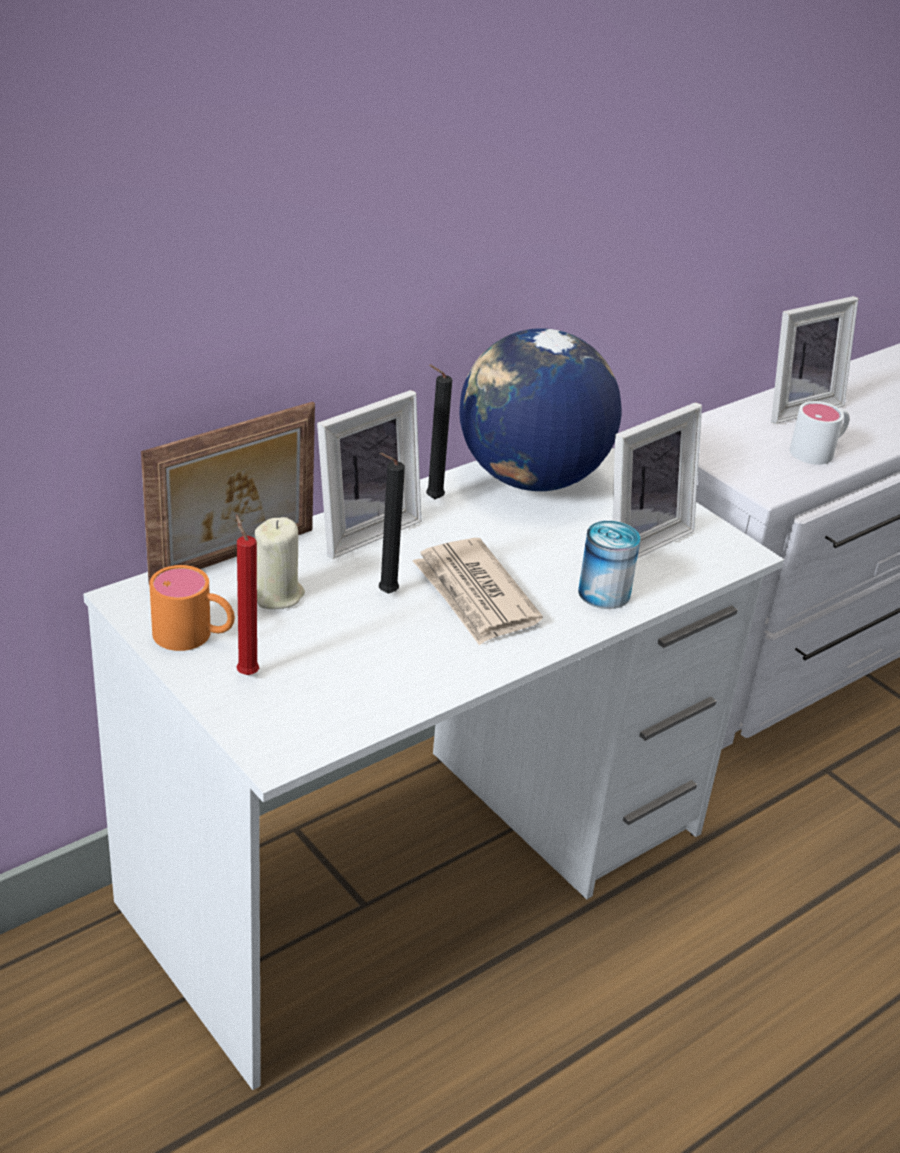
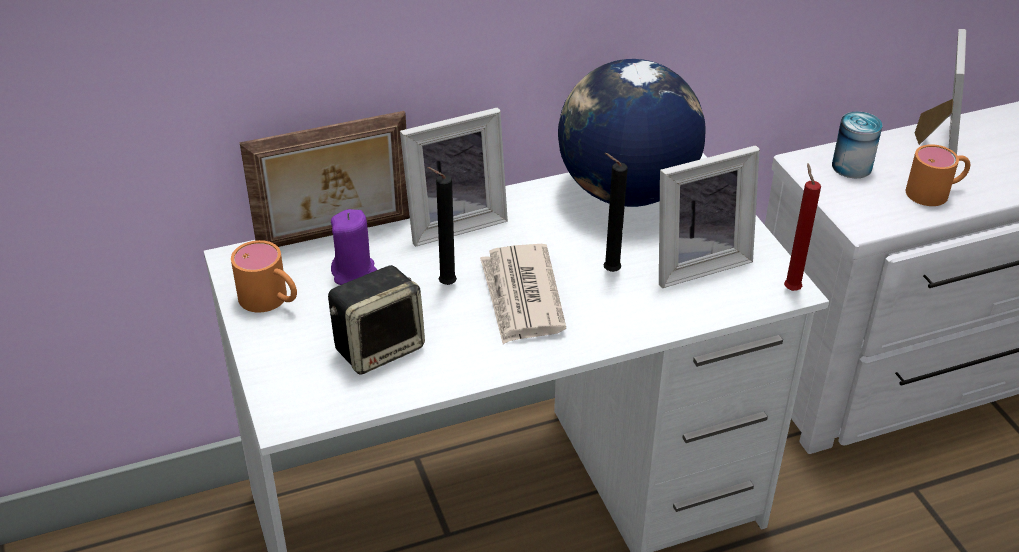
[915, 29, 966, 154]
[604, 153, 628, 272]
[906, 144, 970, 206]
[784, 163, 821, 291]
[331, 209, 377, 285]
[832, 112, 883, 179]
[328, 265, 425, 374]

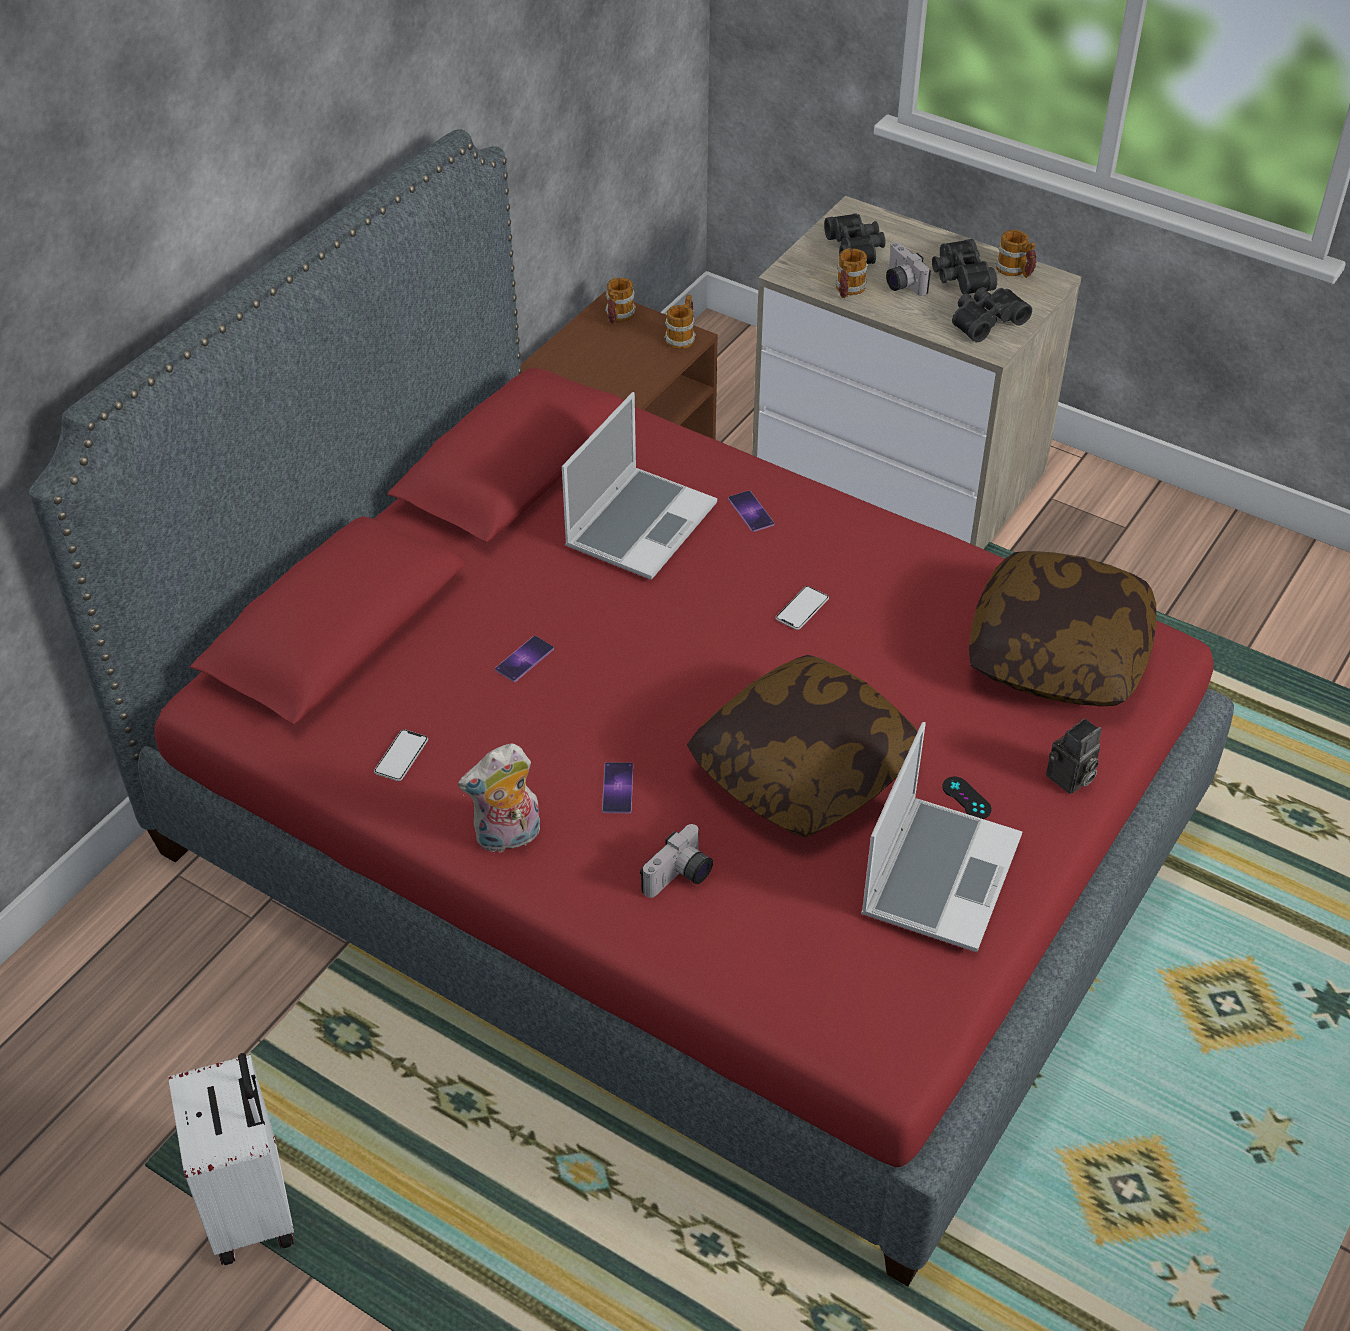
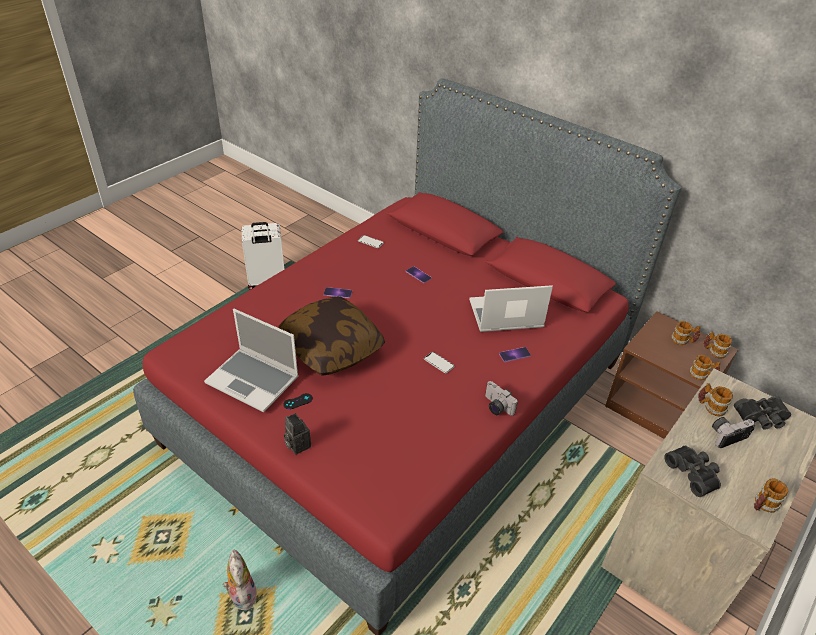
[932, 239, 997, 294] (first image)
[469, 285, 553, 332]
[969, 551, 1156, 706] (first image)
[223, 550, 256, 610]
[485, 381, 518, 416]
[671, 321, 701, 345]

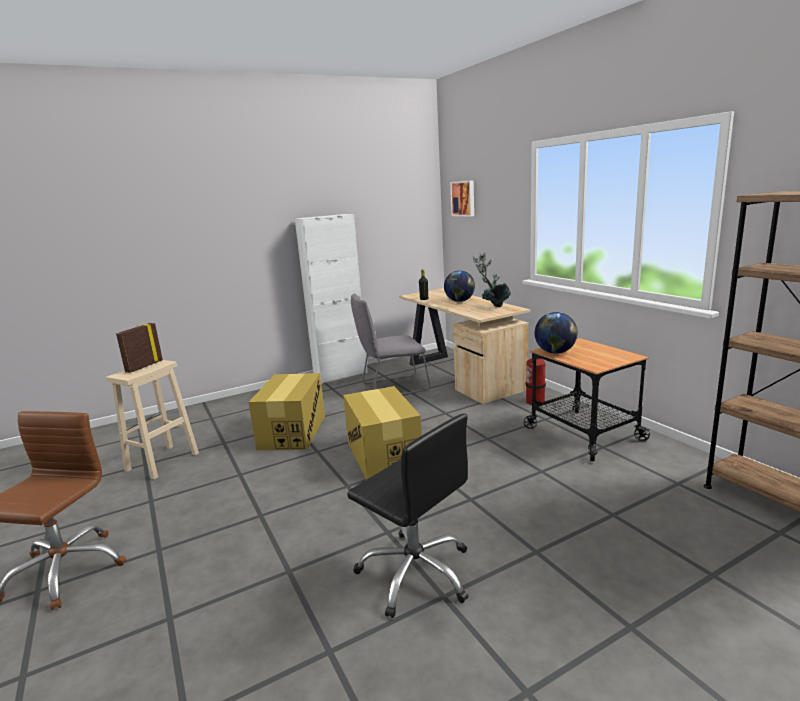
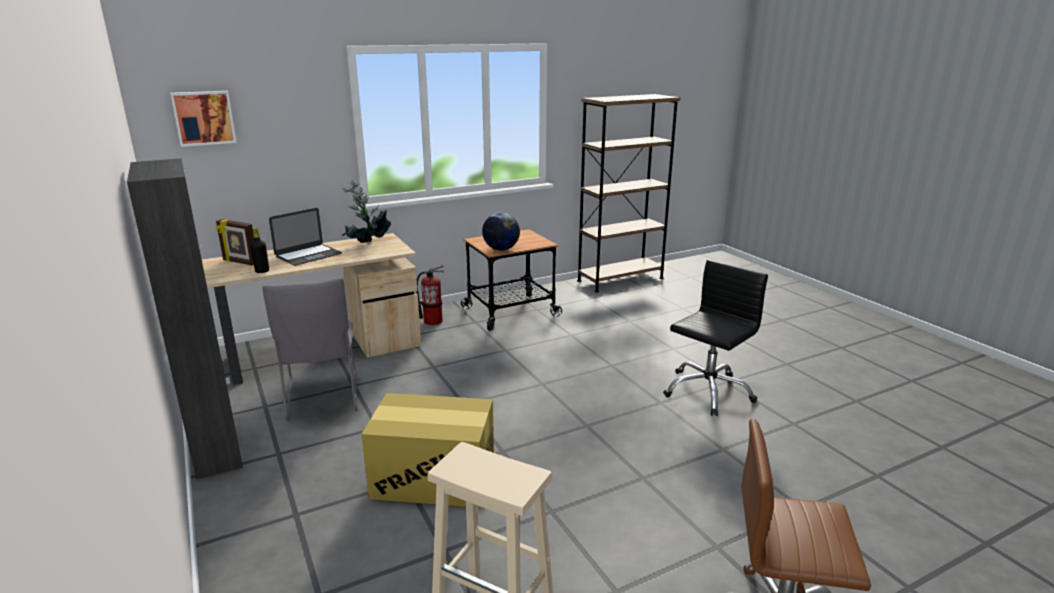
[127, 158, 243, 480]
[269, 208, 342, 266]
[216, 219, 254, 266]
[343, 386, 422, 480] (first image)

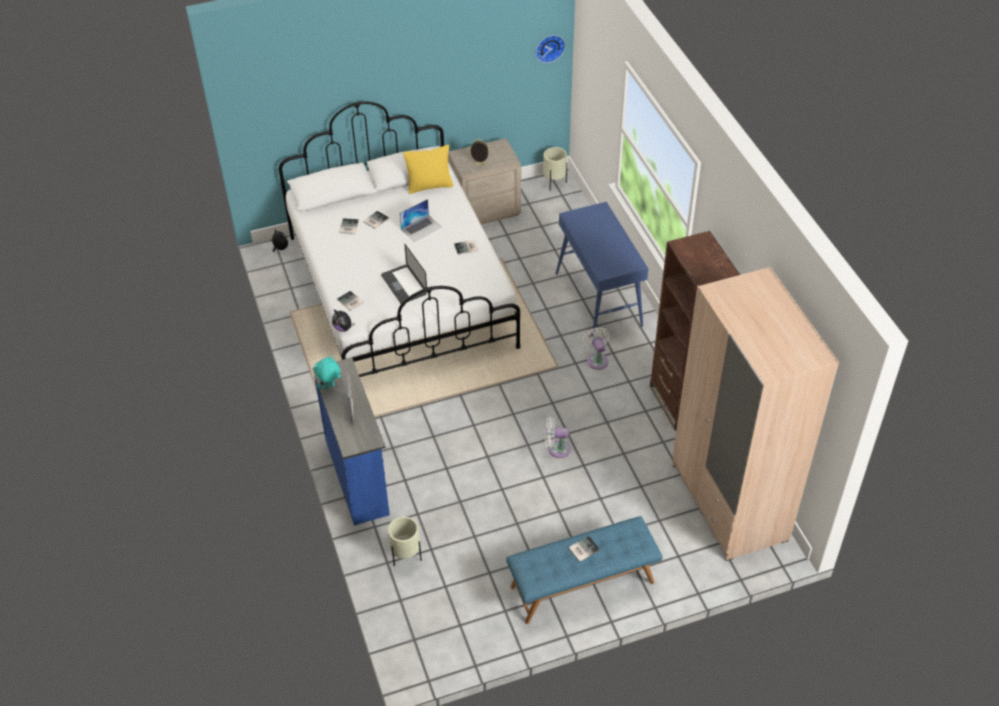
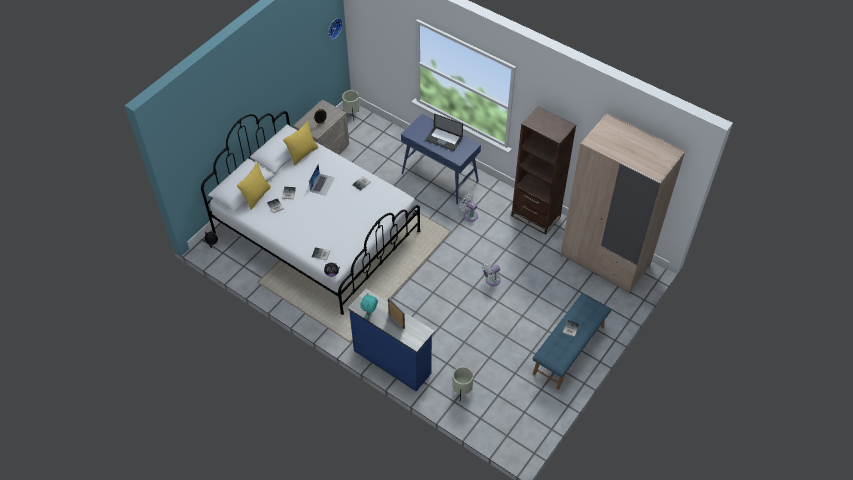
[426, 114, 463, 151]
[237, 162, 271, 210]

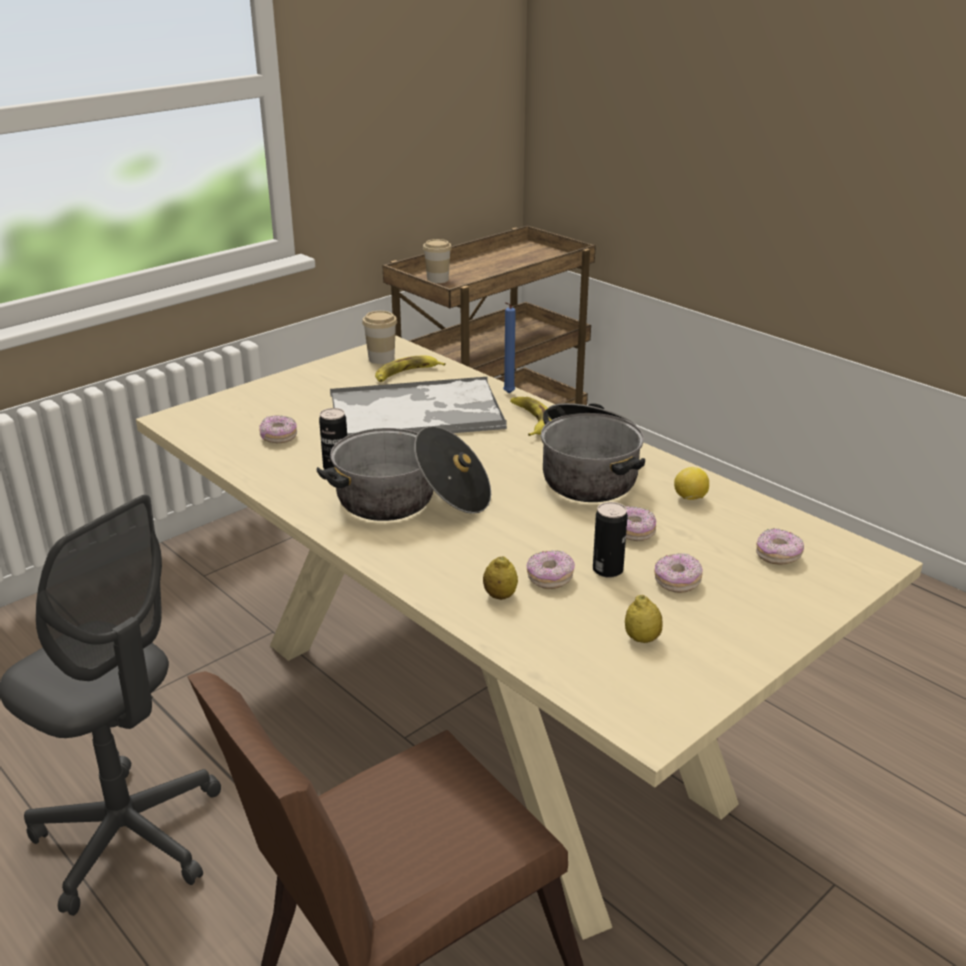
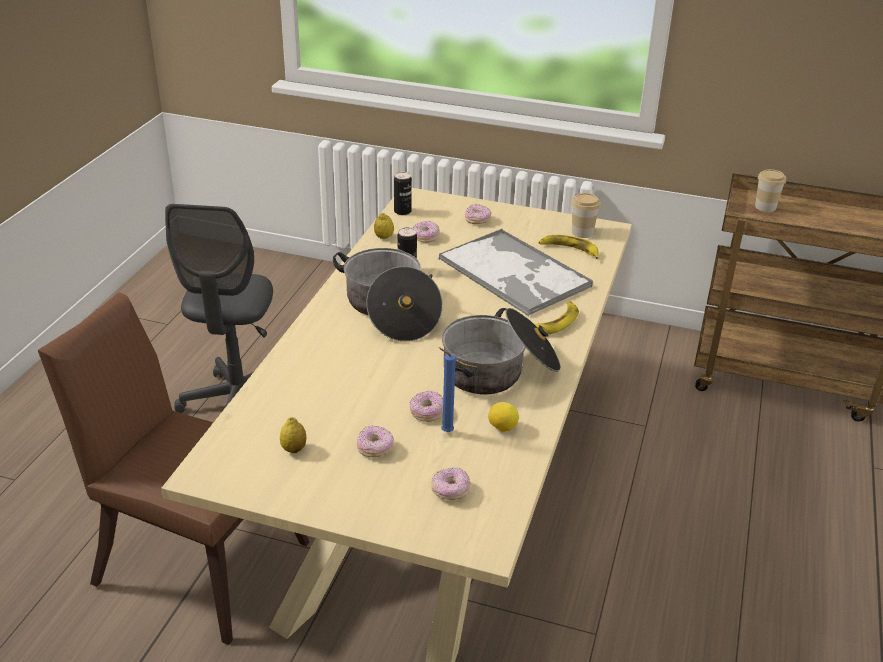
[439, 348, 456, 432]
[394, 172, 412, 215]
[465, 204, 491, 224]
[374, 213, 394, 239]

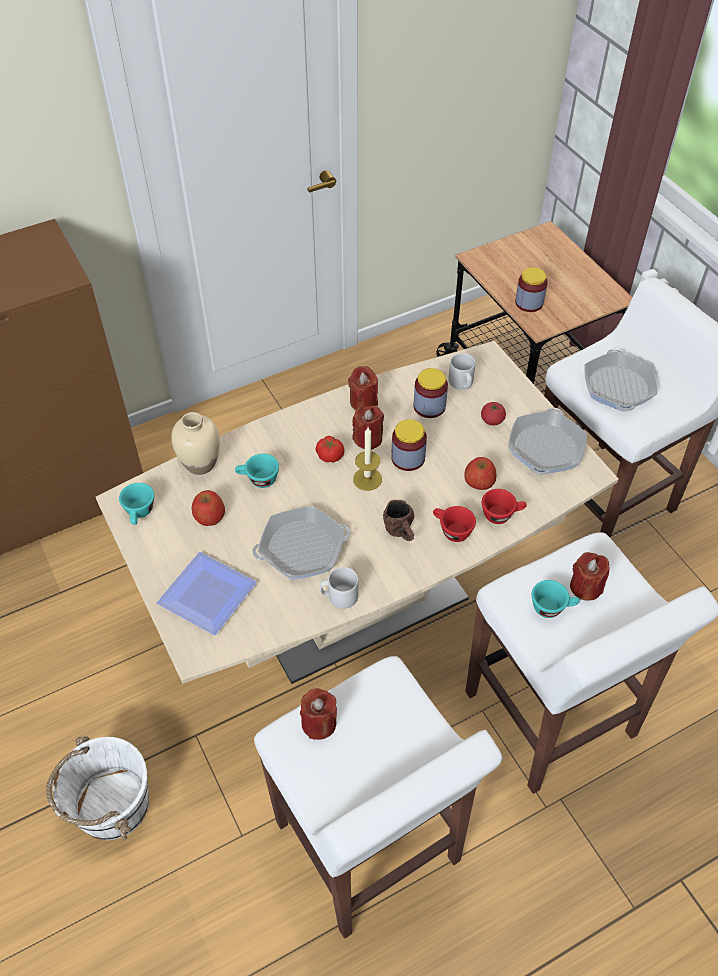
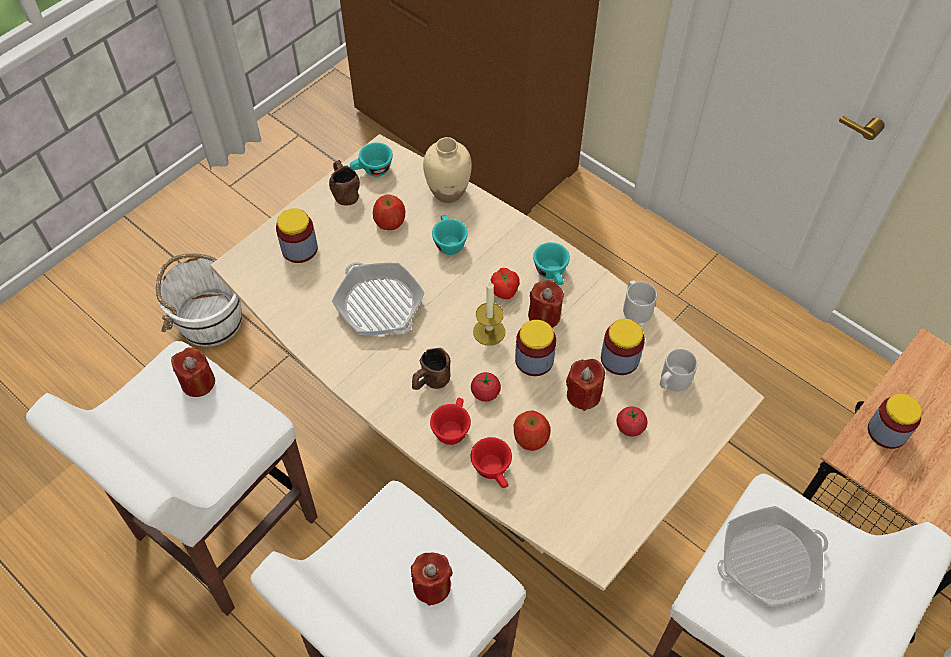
[566, 359, 605, 411]
[508, 408, 587, 475] (first image)
[276, 208, 318, 263]
[623, 281, 657, 323]
[533, 242, 570, 285]
[329, 160, 360, 206]
[471, 372, 501, 401]

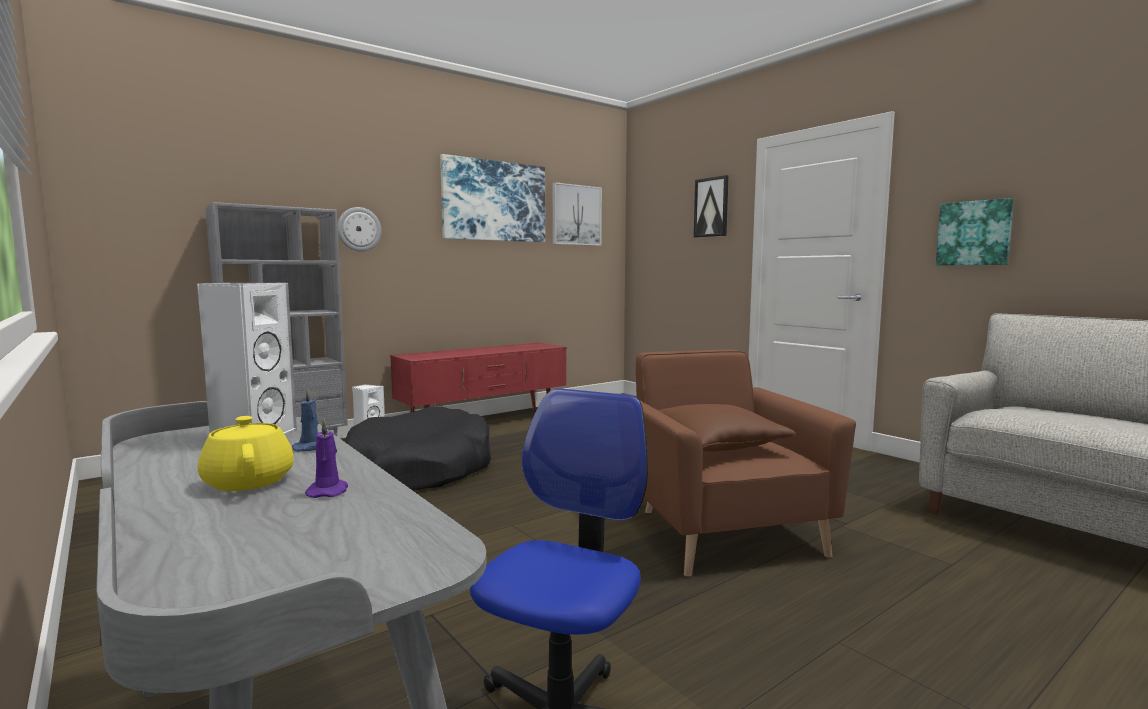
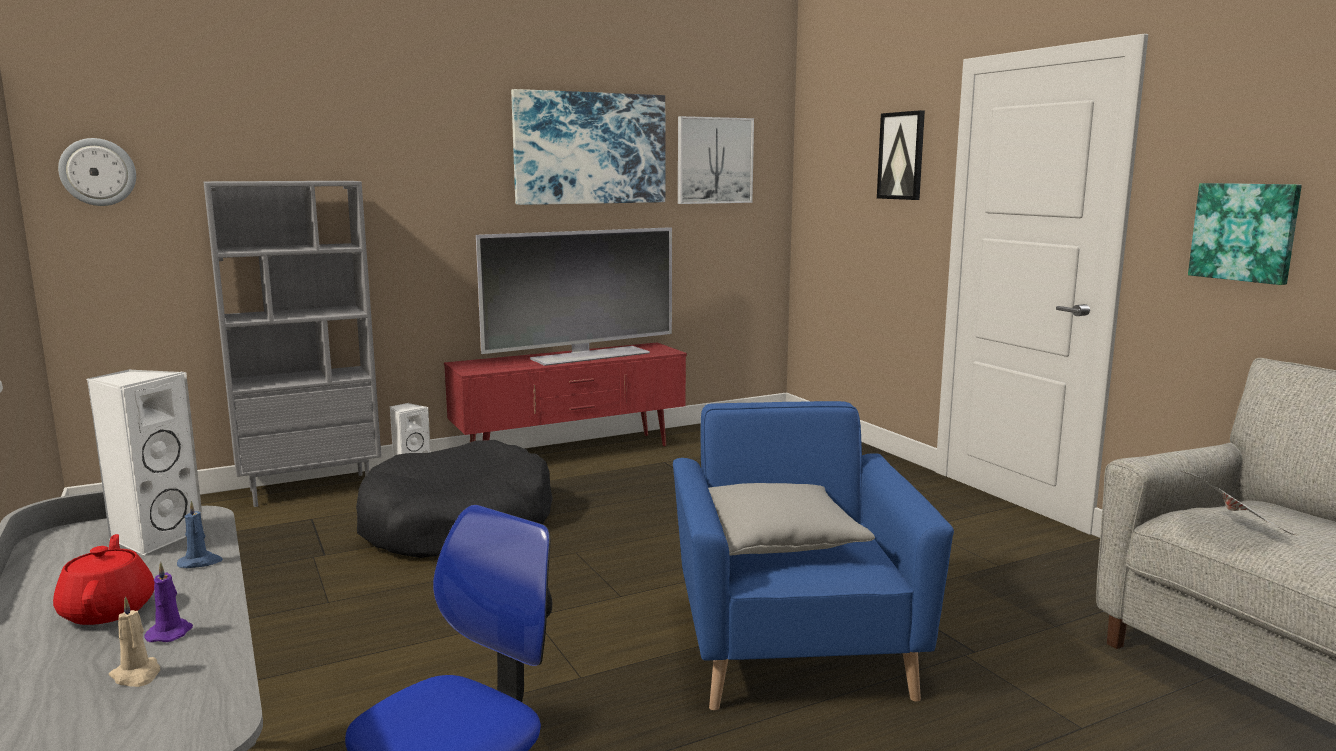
[58, 138, 136, 206]
[673, 401, 954, 710]
[708, 483, 875, 556]
[53, 534, 155, 625]
[476, 227, 672, 366]
[1181, 471, 1299, 536]
[109, 597, 160, 687]

